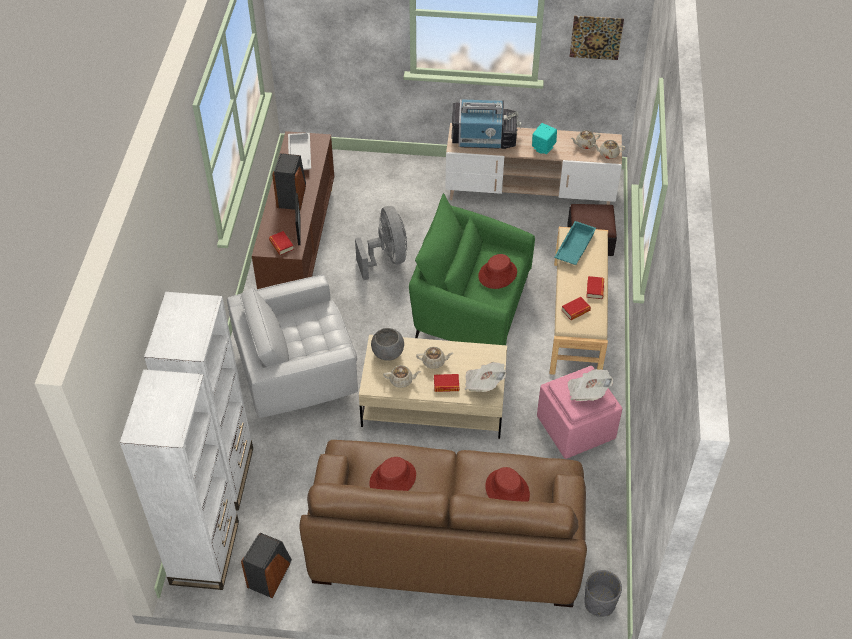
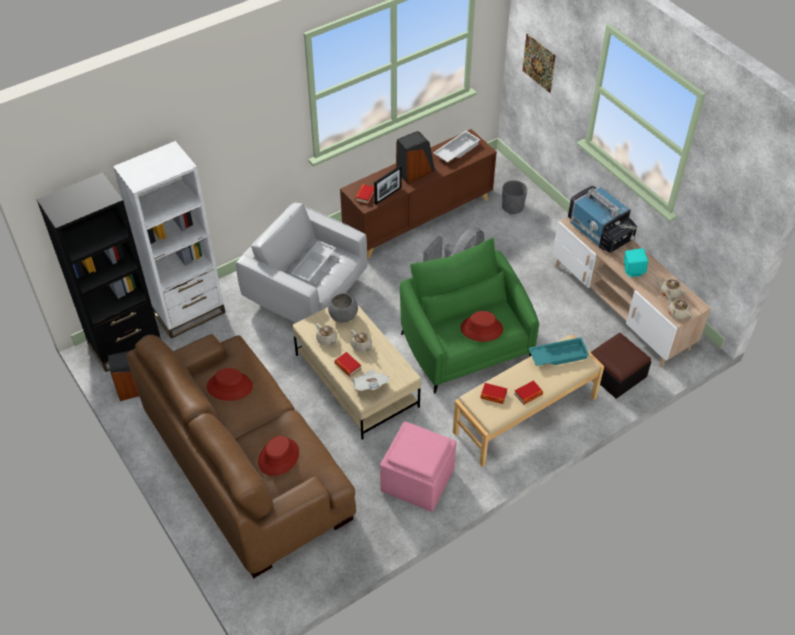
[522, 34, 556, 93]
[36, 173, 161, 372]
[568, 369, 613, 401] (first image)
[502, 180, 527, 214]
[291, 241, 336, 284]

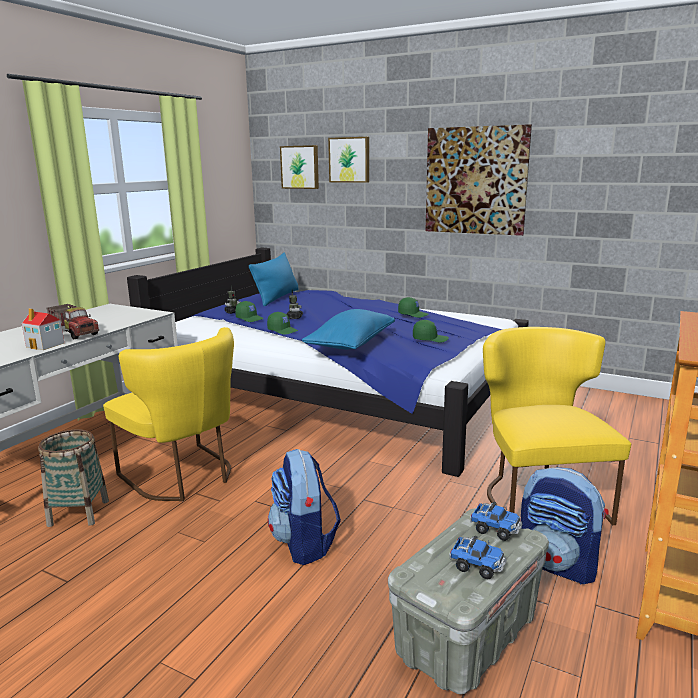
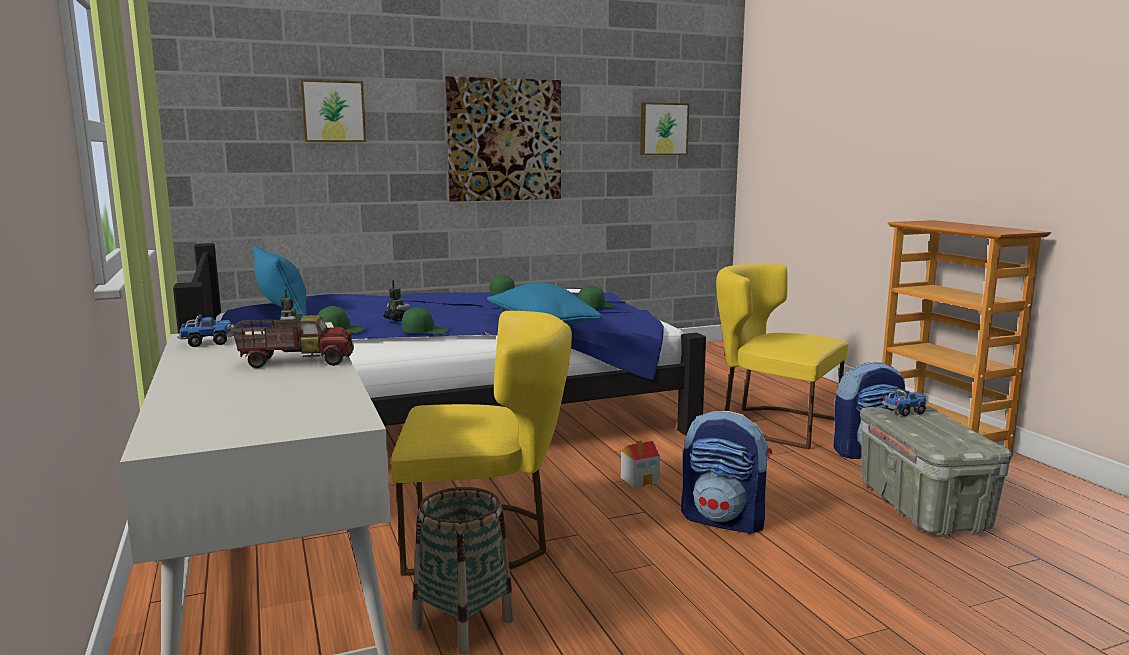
[640, 102, 689, 155]
[620, 440, 660, 488]
[177, 314, 234, 347]

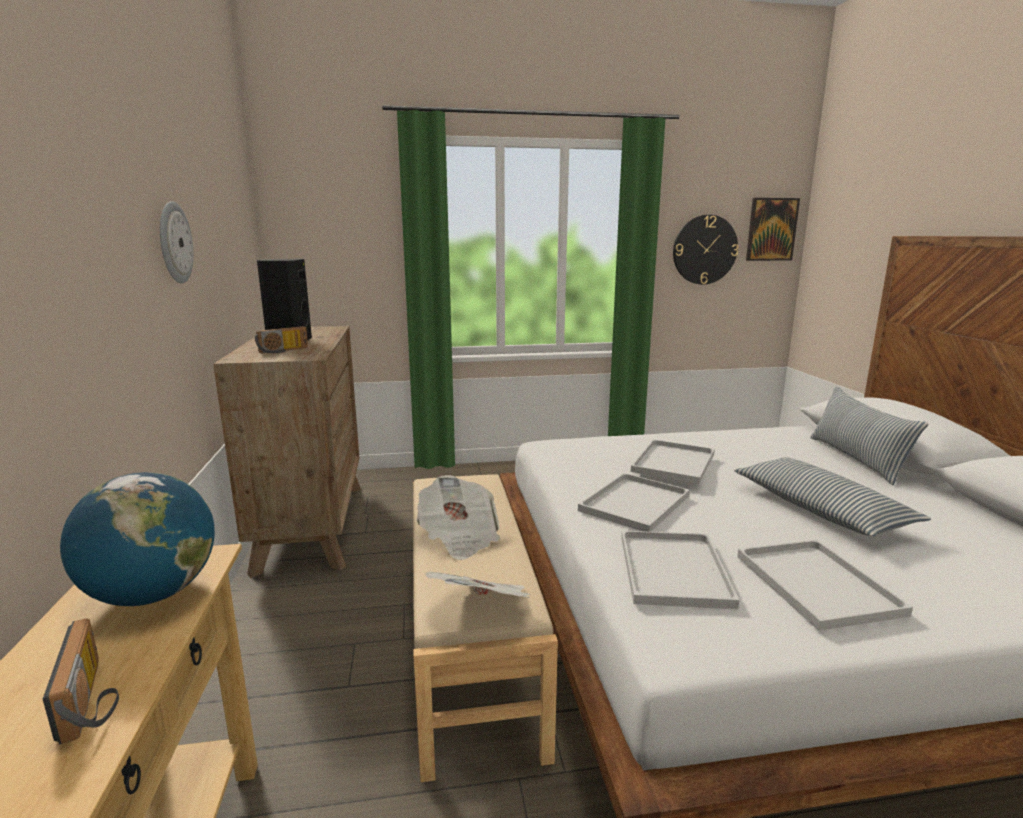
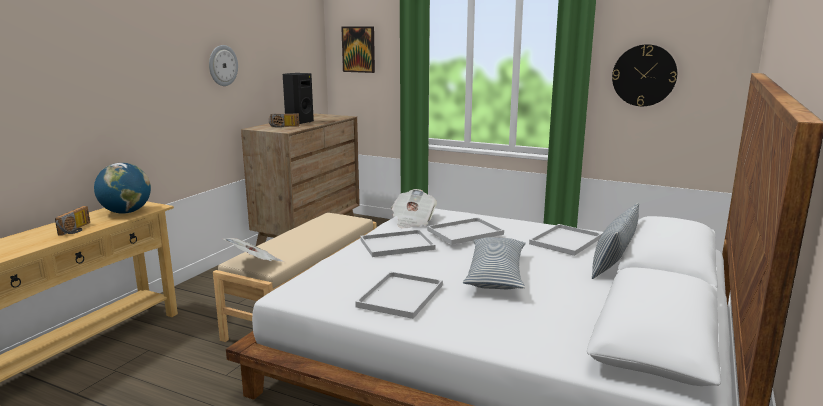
[341, 27, 375, 73]
[391, 189, 437, 228]
[529, 224, 602, 256]

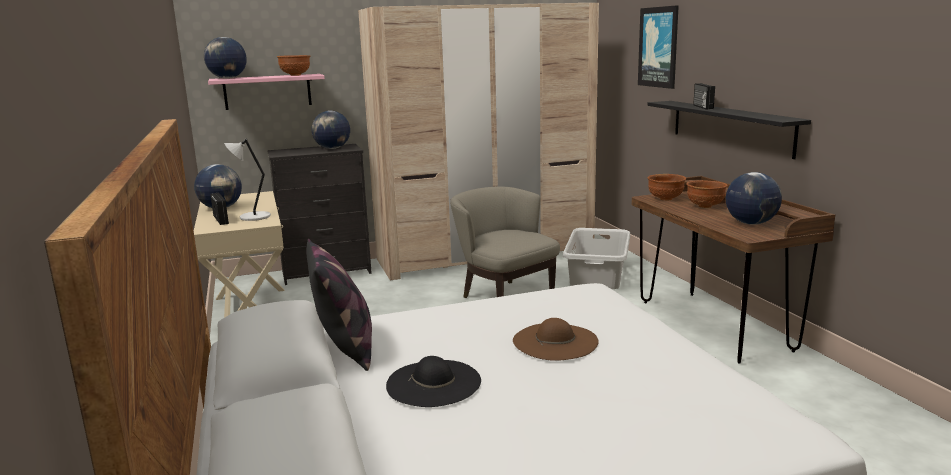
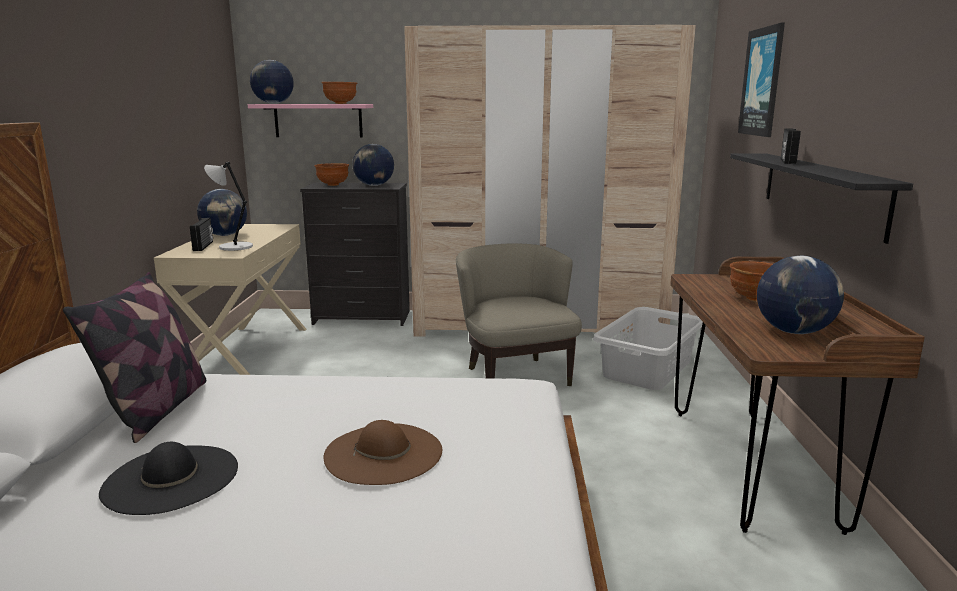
[314, 163, 349, 186]

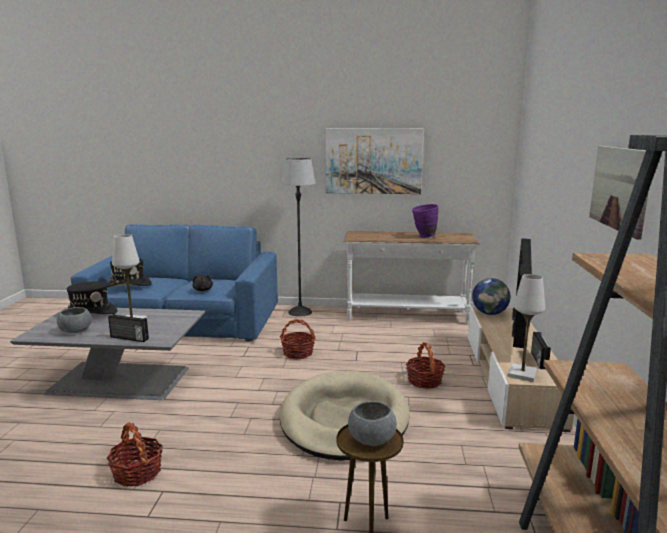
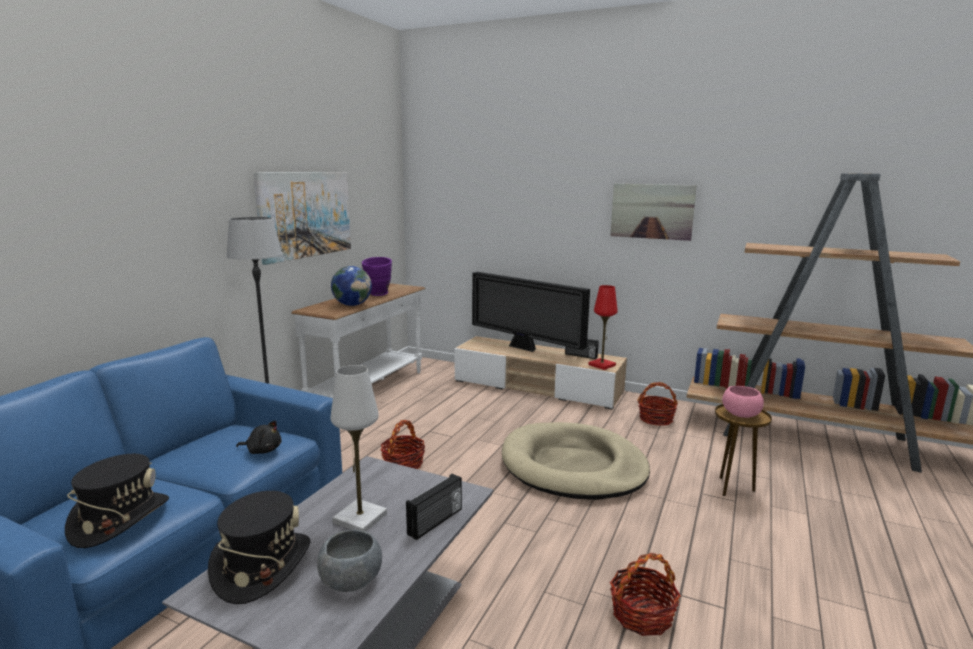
[588, 285, 618, 370]
[331, 266, 372, 306]
[638, 382, 678, 426]
[722, 386, 764, 418]

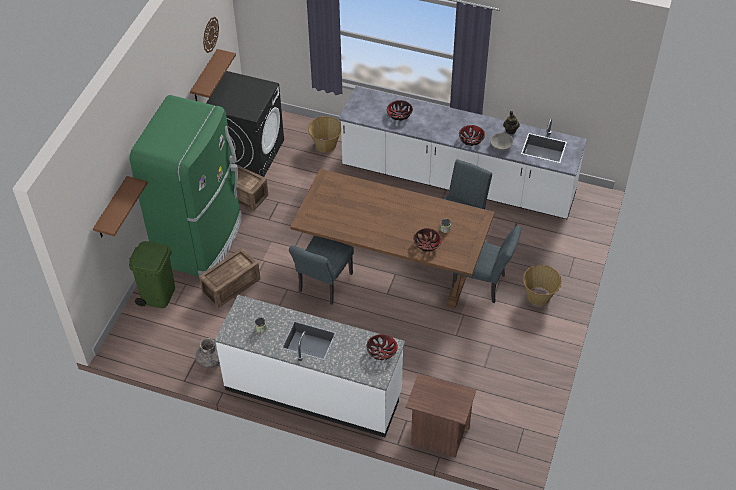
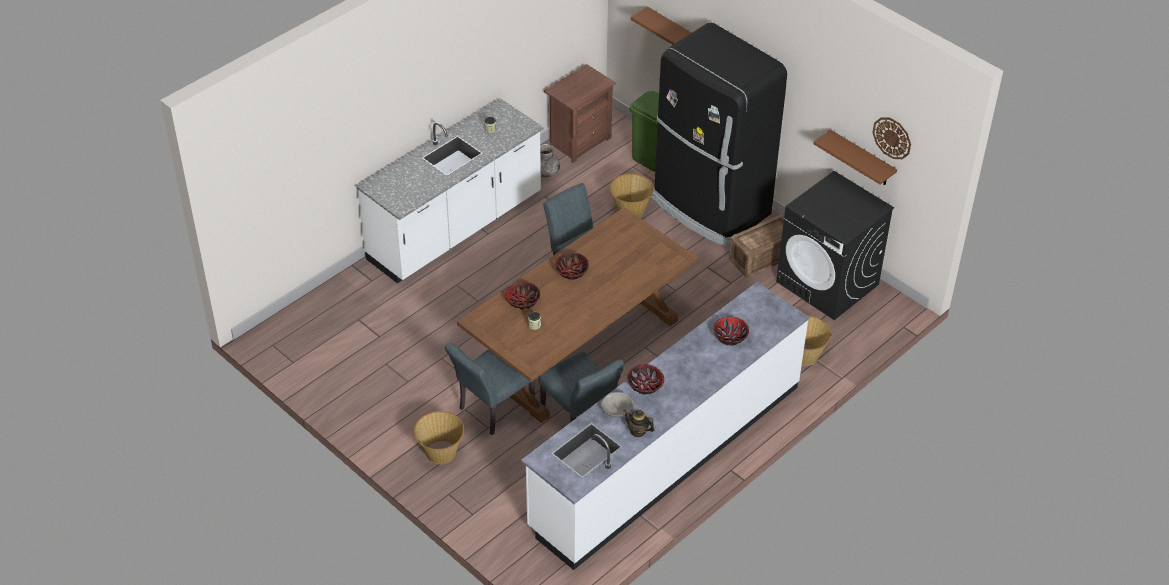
[651, 23, 787, 247]
[609, 173, 654, 218]
[555, 252, 589, 280]
[544, 64, 616, 163]

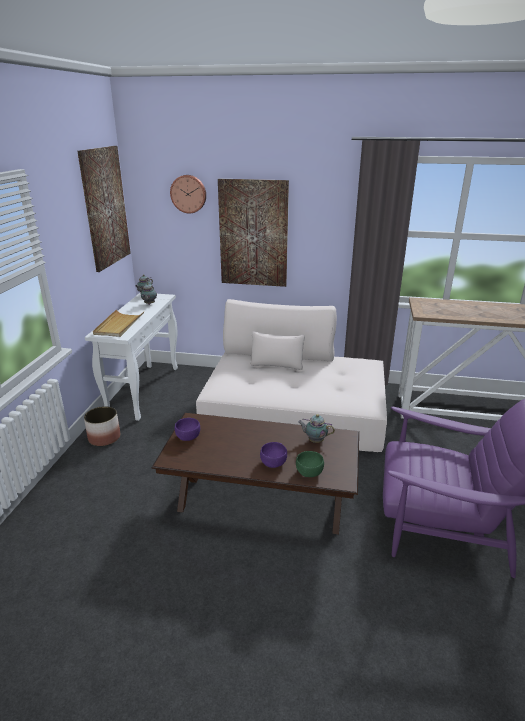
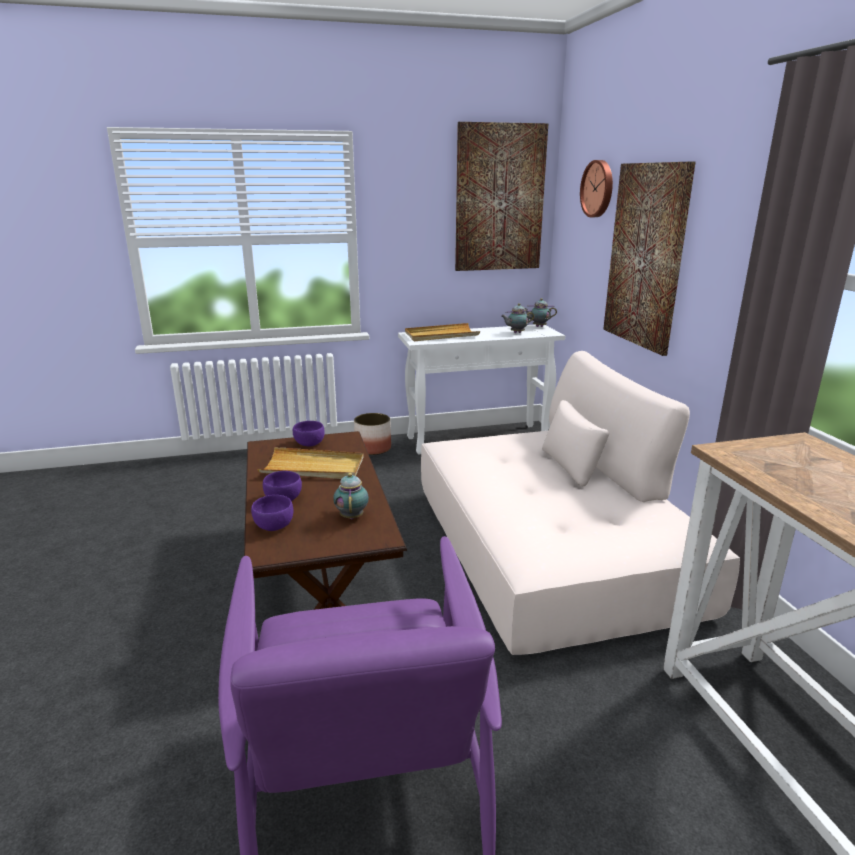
[251, 495, 293, 531]
[257, 447, 364, 479]

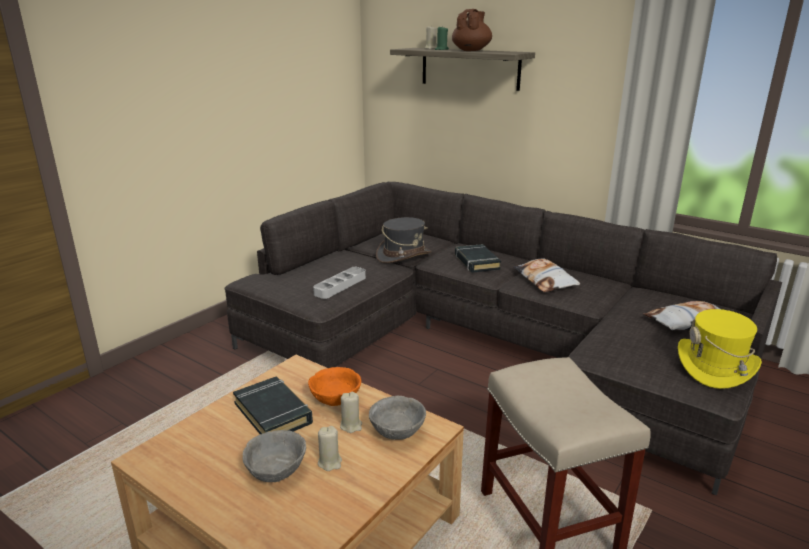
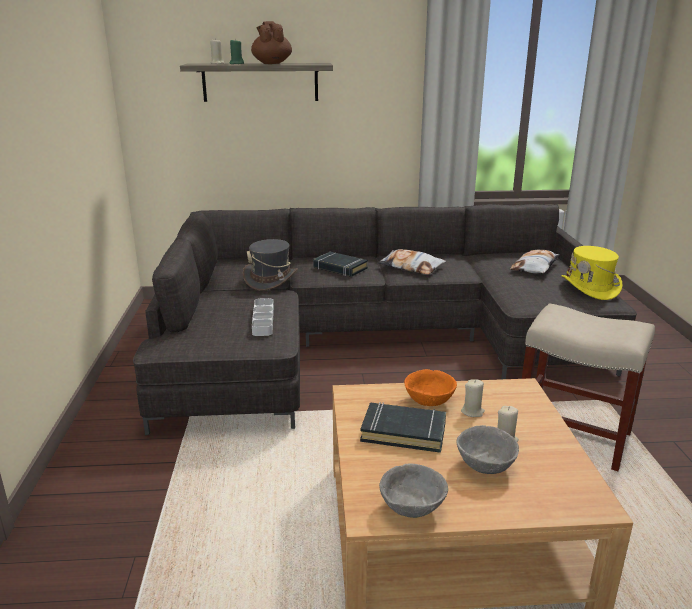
[379, 464, 448, 518]

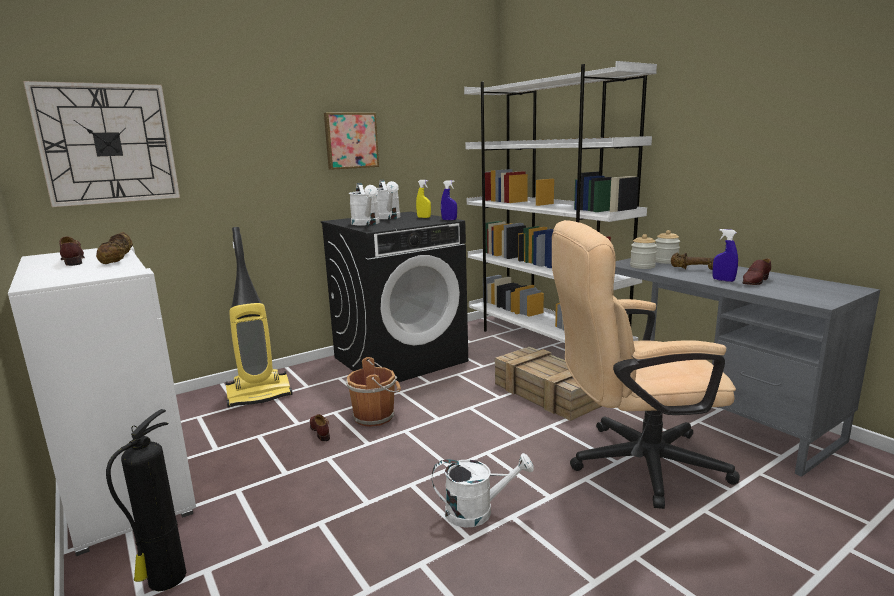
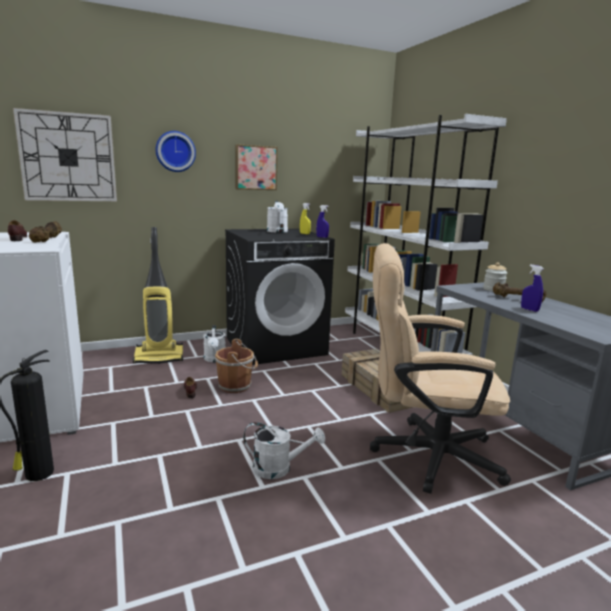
[203, 325, 225, 362]
[630, 234, 657, 269] (first image)
[742, 259, 771, 285] (first image)
[156, 131, 196, 172]

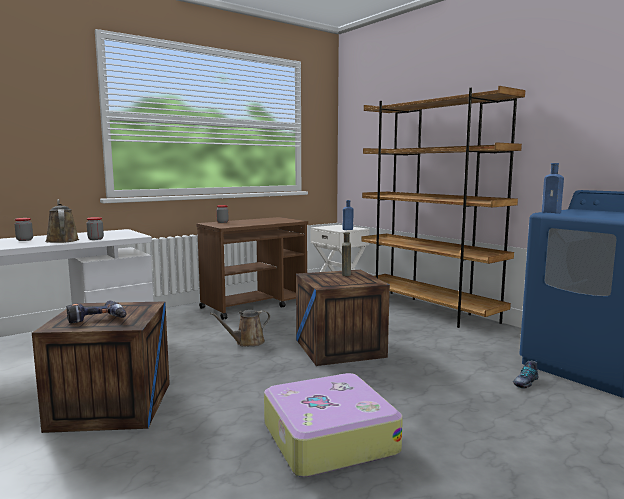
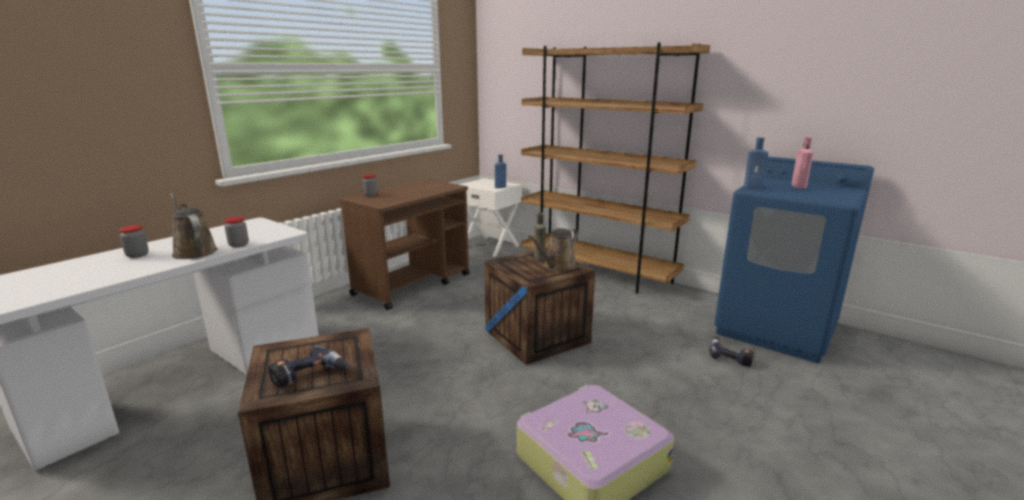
[528, 228, 578, 271]
[709, 337, 754, 367]
[791, 137, 813, 189]

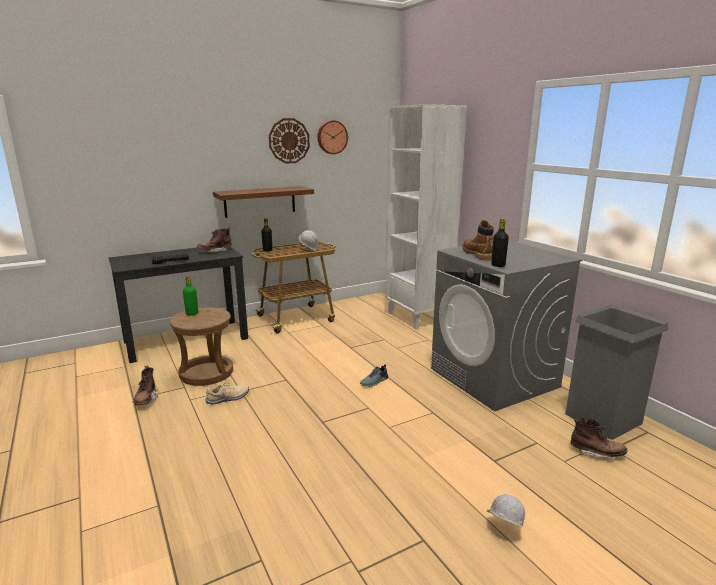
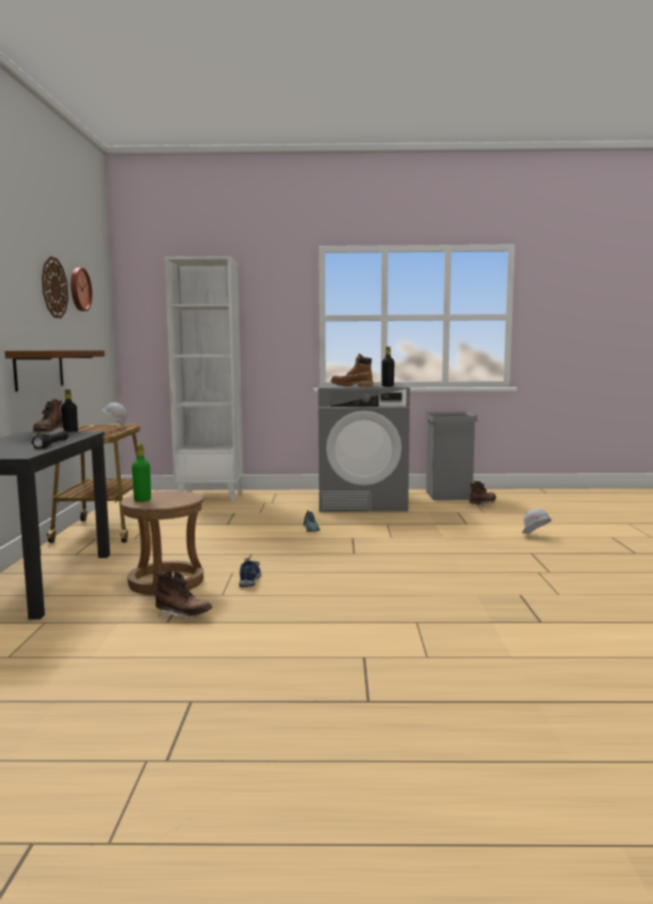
[239, 558, 261, 587]

